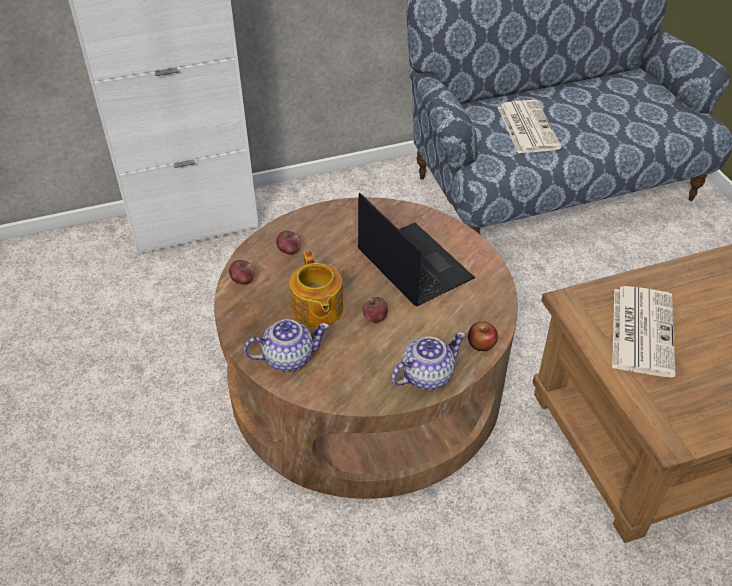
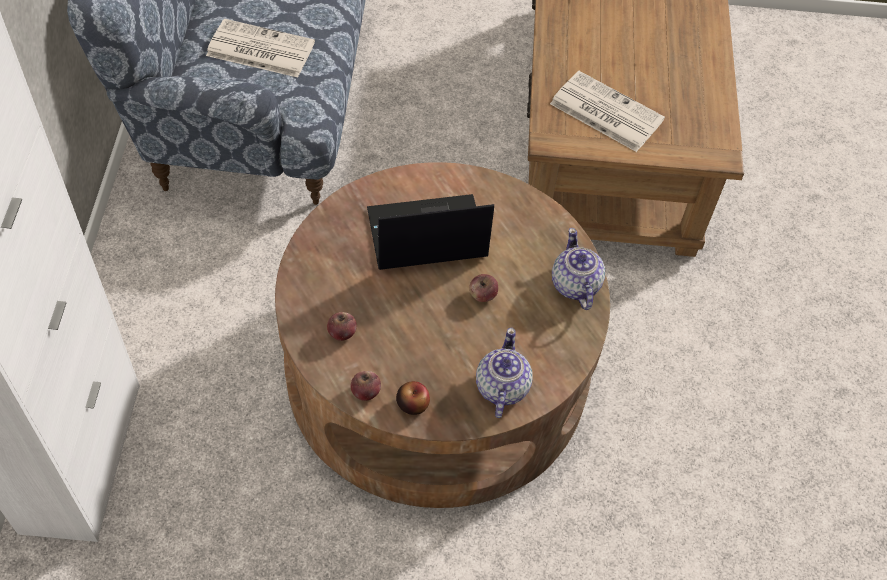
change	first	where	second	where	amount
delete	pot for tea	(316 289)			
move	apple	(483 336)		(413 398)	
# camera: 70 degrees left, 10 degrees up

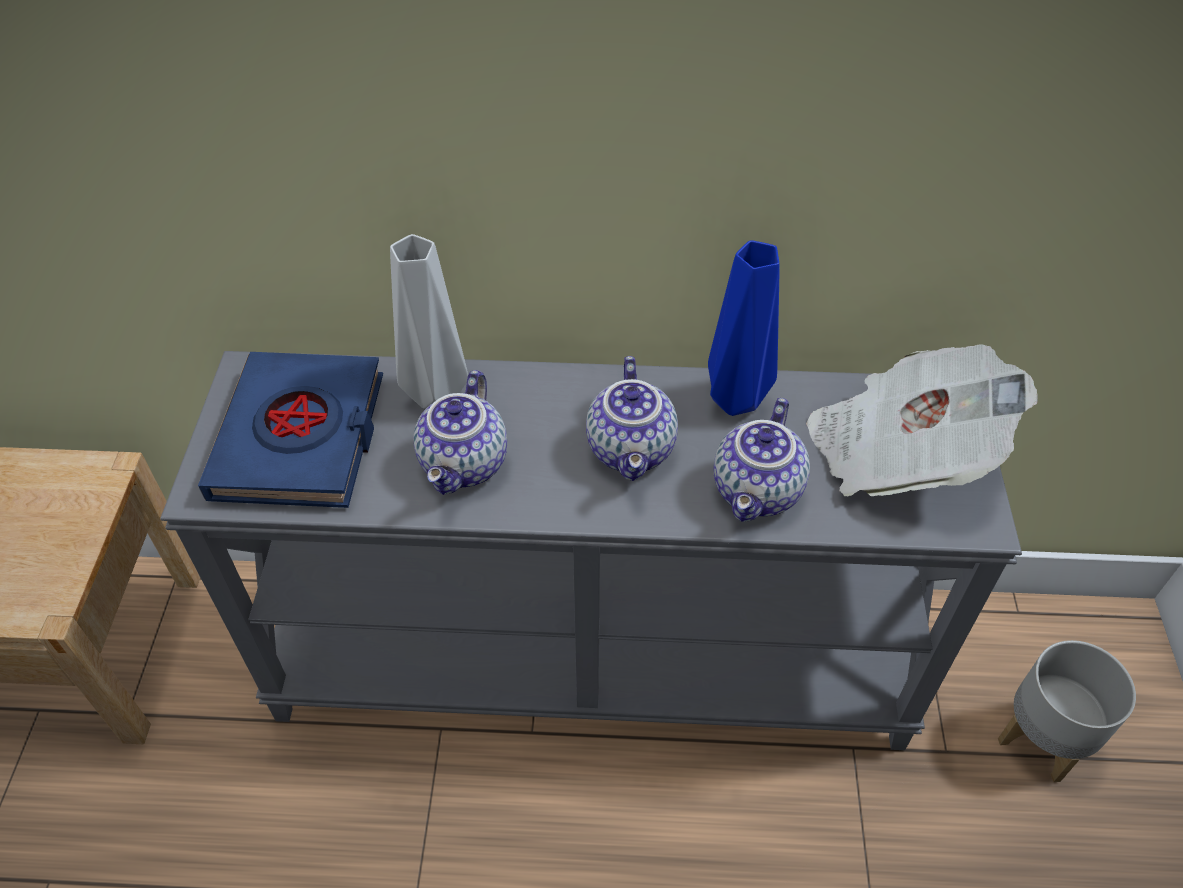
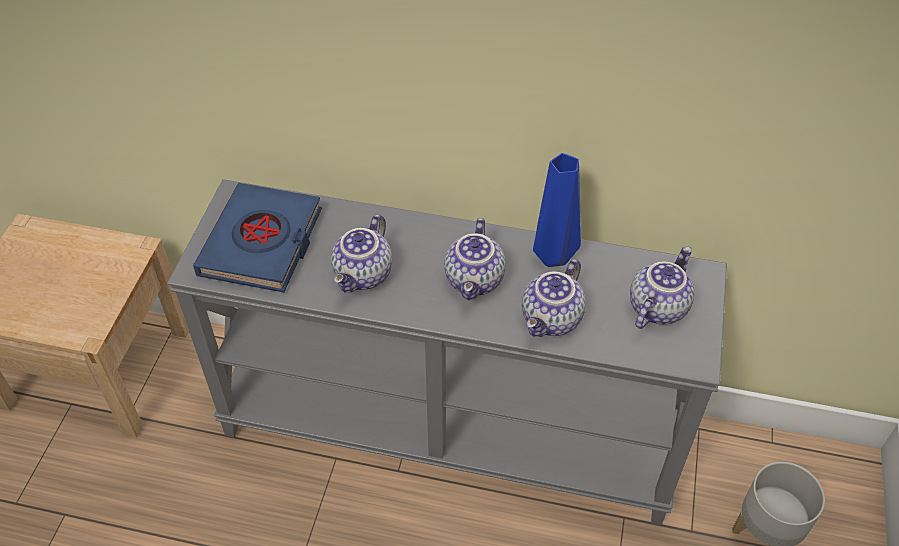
change	first	where	second	where	amount
delete	greyish flower vase	(429 321)			
replace	newspaper	(922 420)	pot for tea	(662 287)	
# camera: 10 degrees right, 0 degrees up

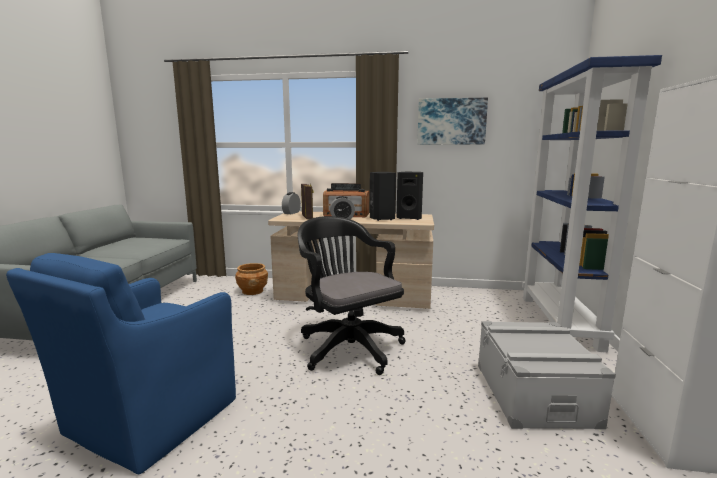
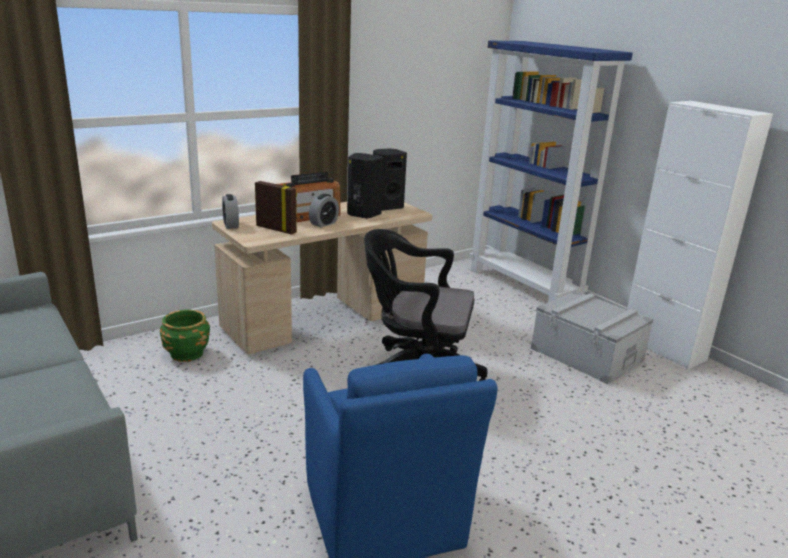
change	first	where	second	where	amount
delete	wall art	(452 121)			
recolor	brown-coloured plant pot	(251 279)	greenish plant pot	(185 336)	
# camera: 45 degrees left, 10 degrees up

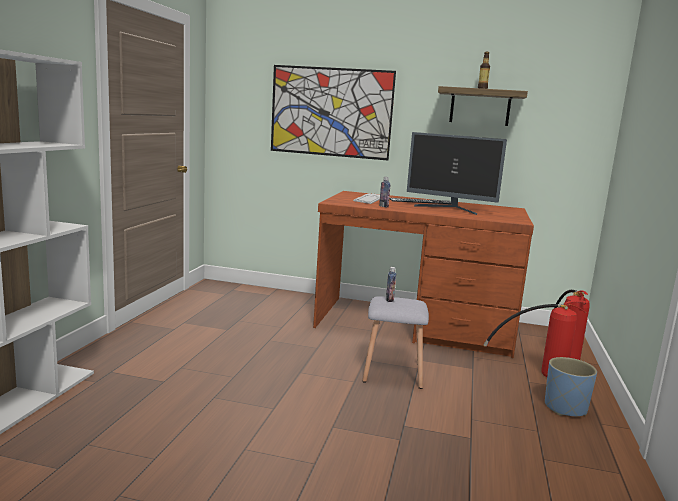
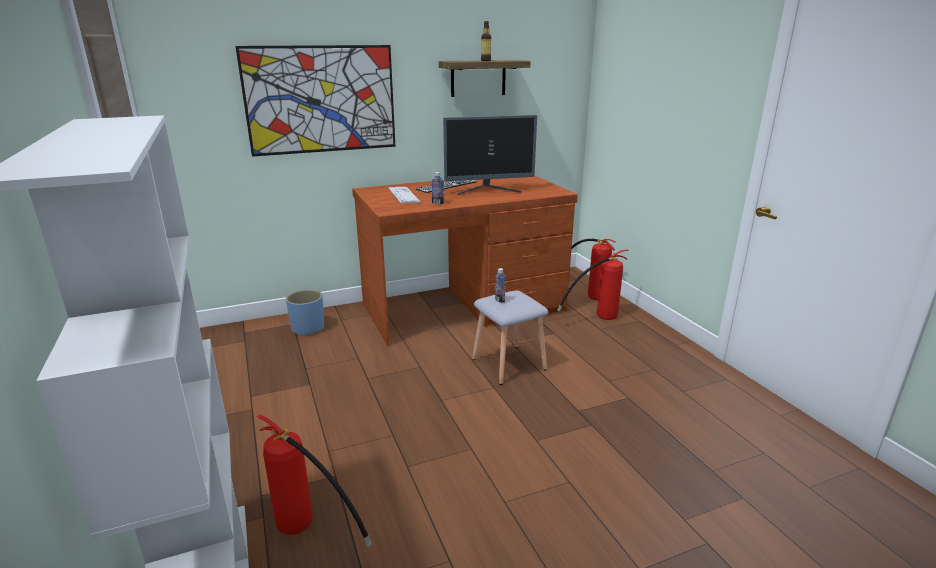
change	first	where	second	where	amount
insert			extinguisher	(314 481)	
move	bluish plant pot	(571 386)		(305 312)	
# camera: 35 degrees left, 10 degrees up

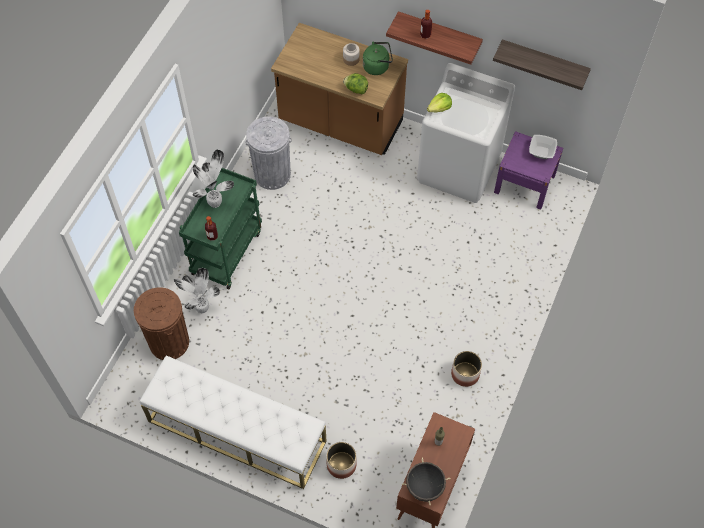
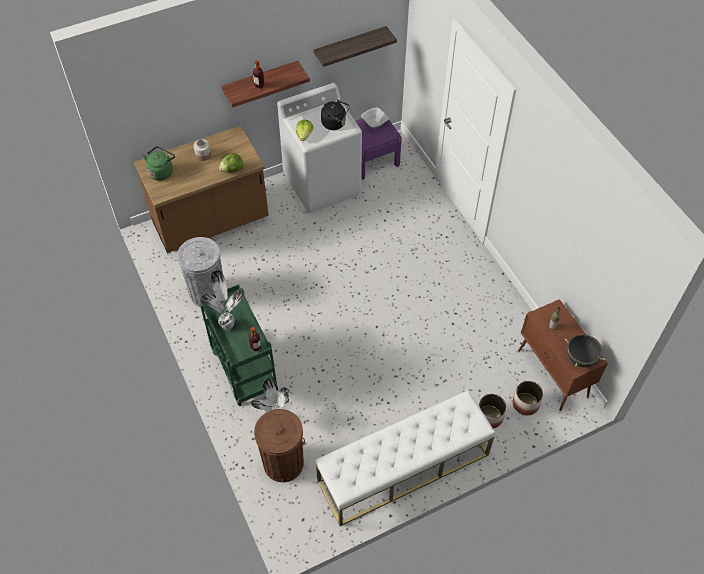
change	first	where	second	where	amount
insert			black kettle	(335 115)	
move	greenish kettle	(378 58)		(159 163)	
move	plant pot	(466 369)		(527 398)	
# camera: 50 degrees left, 5 degrees down

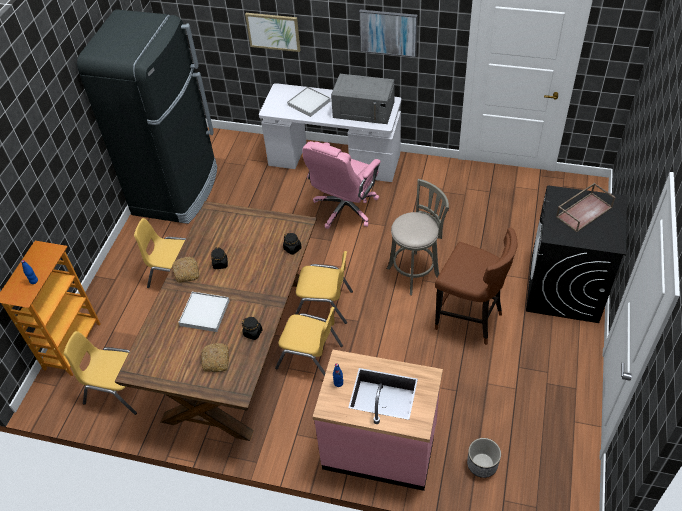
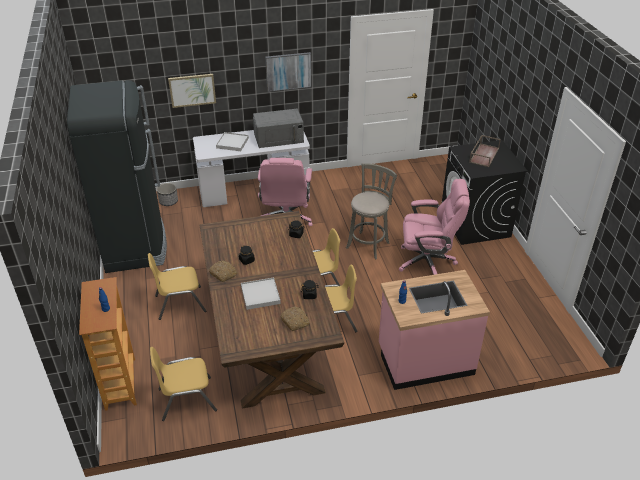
change	first	where	second	where	amount
move	plant pot	(484 458)		(167 194)	
replace	brown-coloured sitting stool	(476 286)	pinkish computer chair	(434 227)	
# camera: 30 degrees left, 10 degrees down

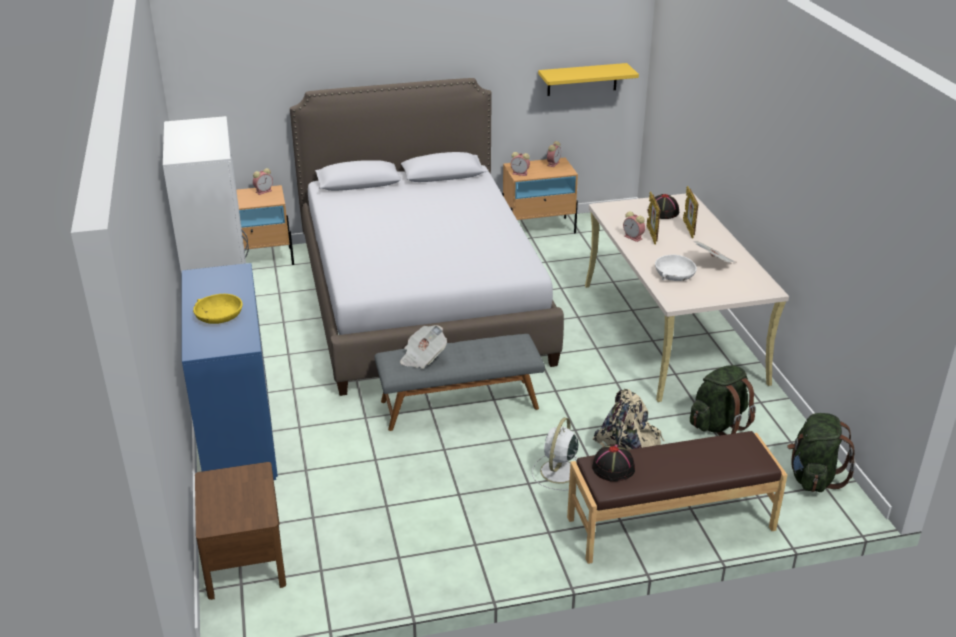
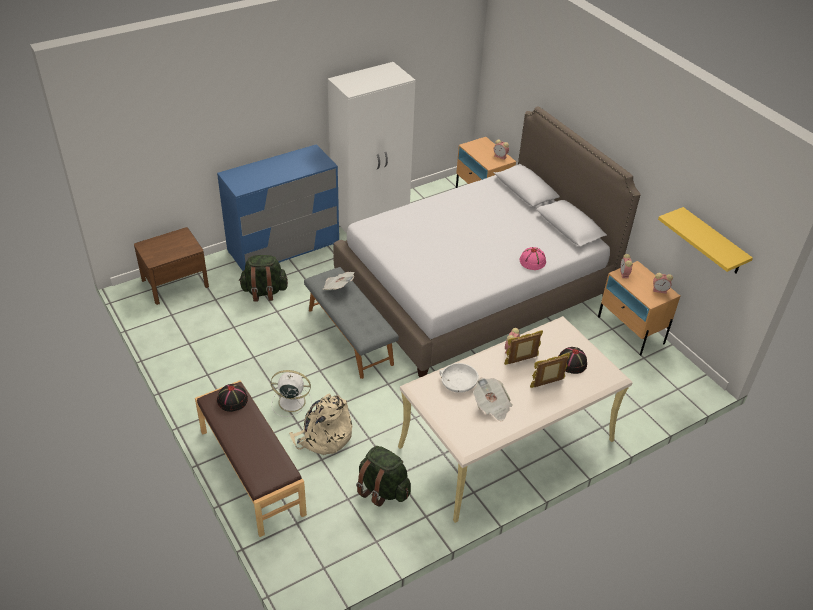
change	first	where	second	where	amount
delete	yellow-coloured serving bowl	(218 309)			
insert			pinkish hat	(533 258)	
move	greenish rucksack	(821 452)		(263 278)	
# camera: 70 degrees right, 10 degrees up

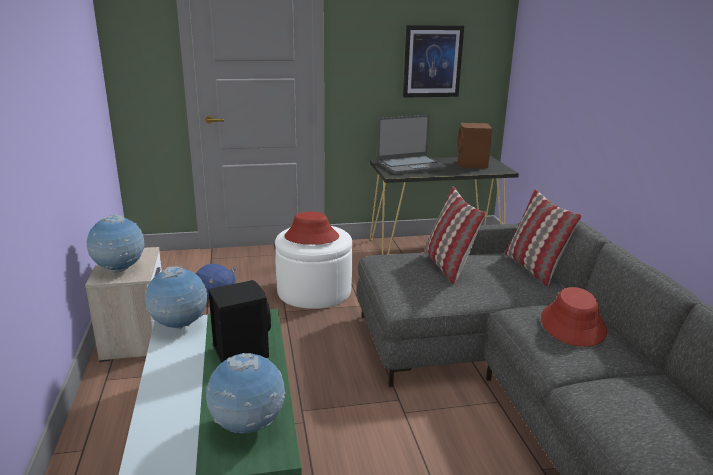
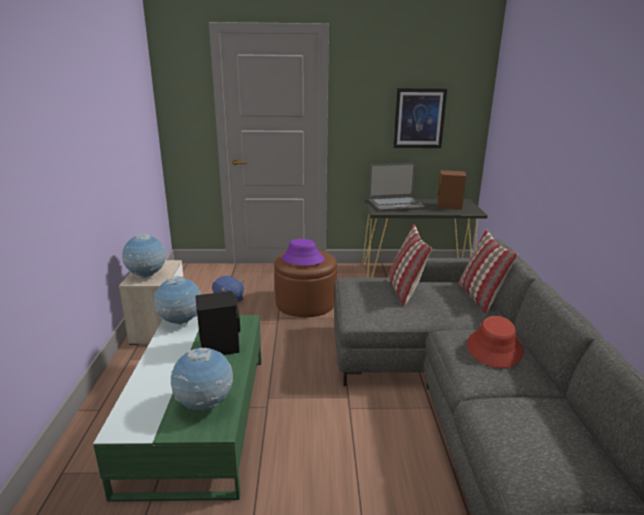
change	first	where	second	where	amount
recolor	white-coloured ottoman	(313 267)	brown-coloured ottoman	(305 283)	
recolor	red hat	(311 228)	purplish hat	(303 252)	
# camera: 10 degrees right, 0 degrees up

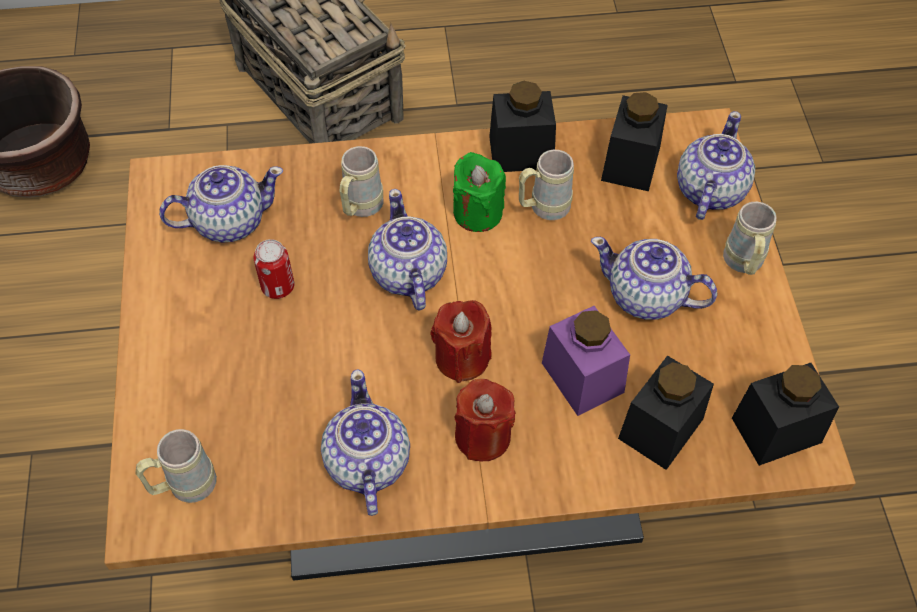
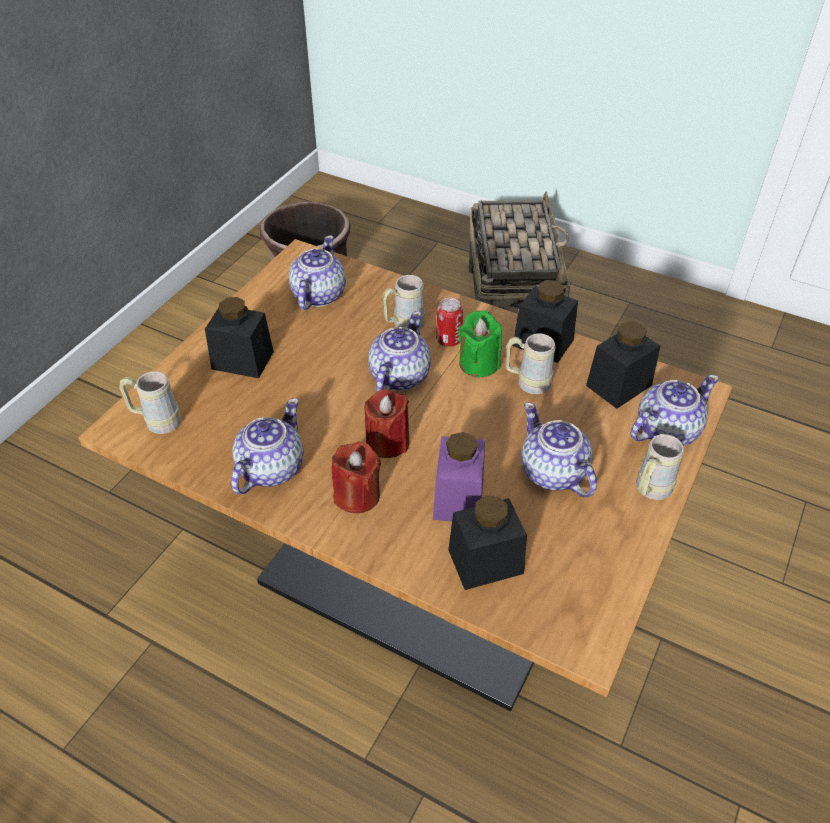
change	first	where	second	where	amount
move	metal can	(274 269)		(449 322)	
move	black jar	(785 414)		(239 337)	
rotate	pot for tea	(221 204)		(317 272)	90 degrees counterclockwise
# camera: 35 degrees right, 10 degrees down

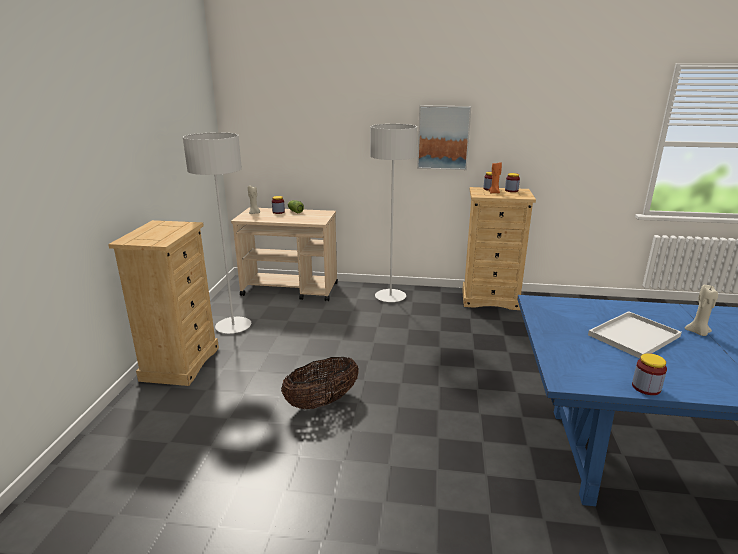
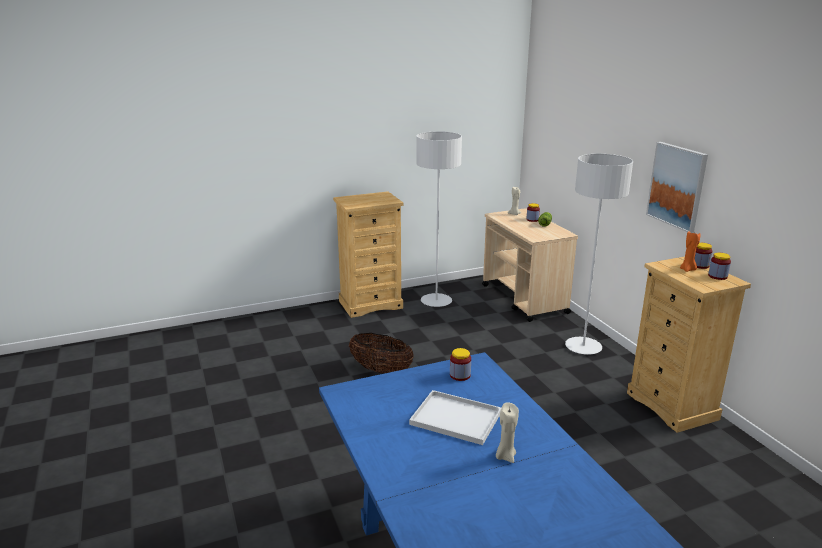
change	first	where	second	where	amount
move	jar	(649 374)		(460 364)	
# camera: 60 degrees right, 0 degrees up

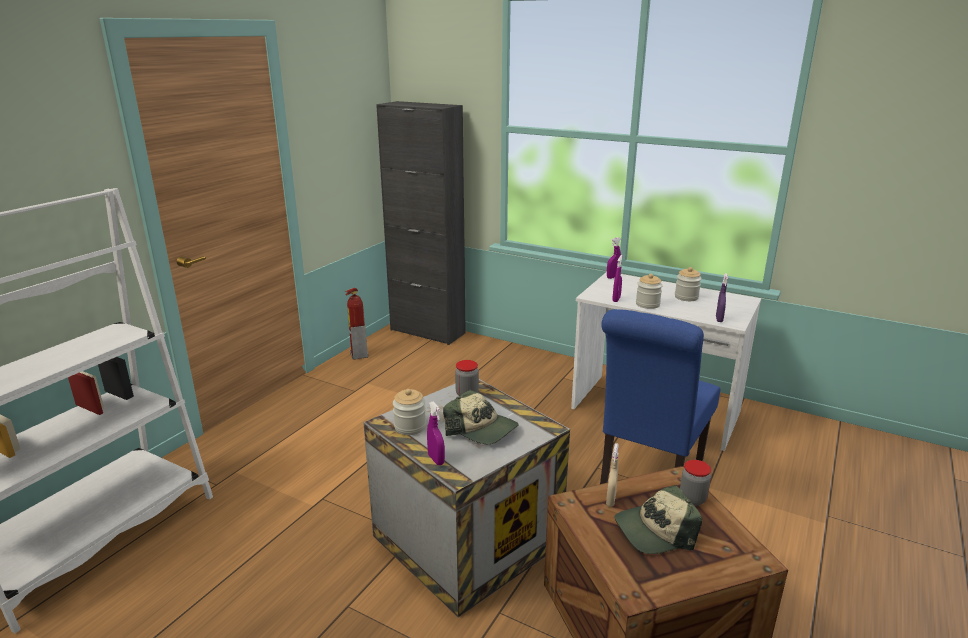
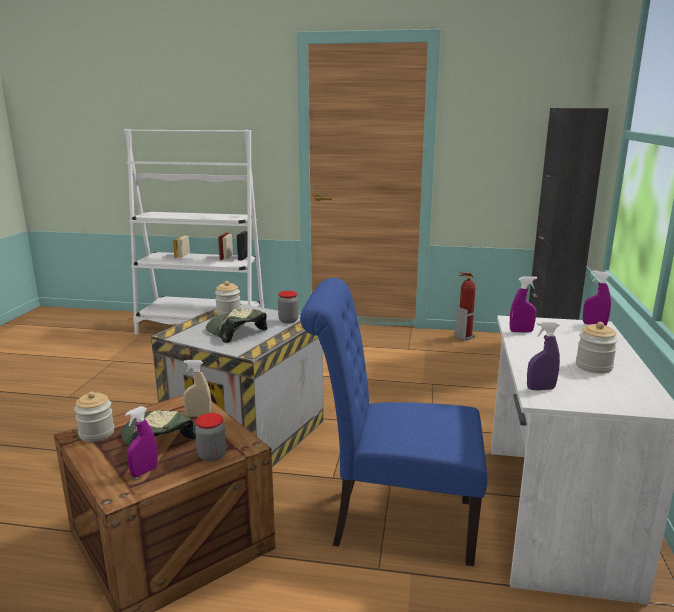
change	first	where	second	where	amount
move	purplish sprayer	(436 433)		(141 441)	
move	jar	(649 291)		(94 417)	
rotate	baseball cap	(481 417)		(237 326)	120 degrees clockwise
# camera: 70 degrees right, 5 degrees down

